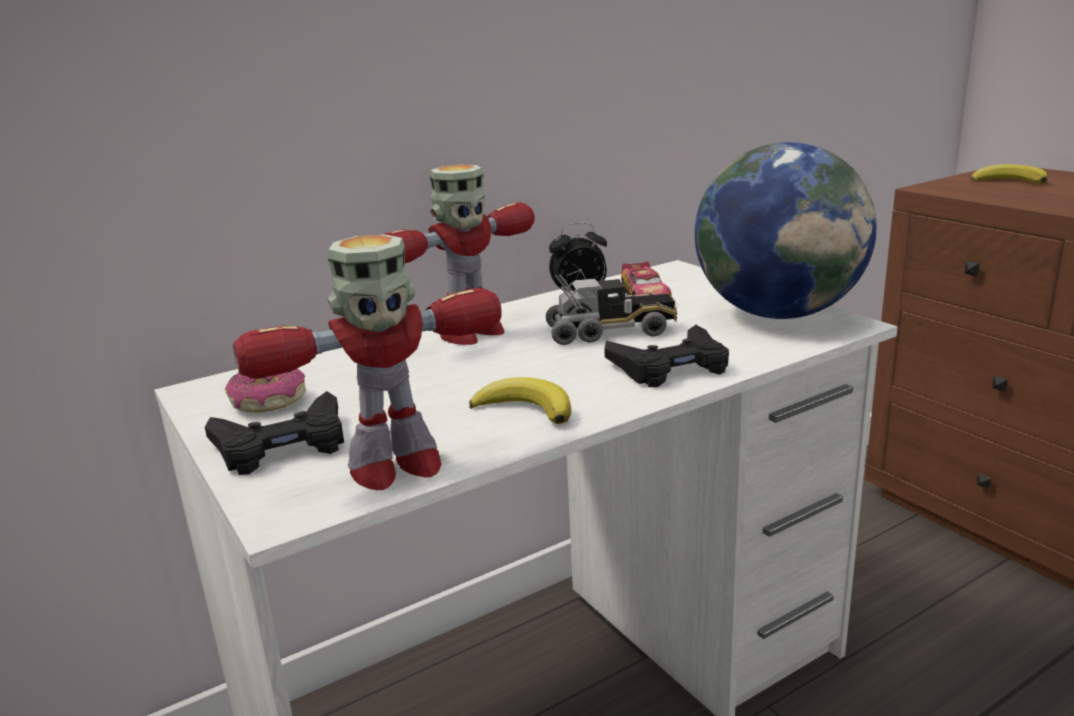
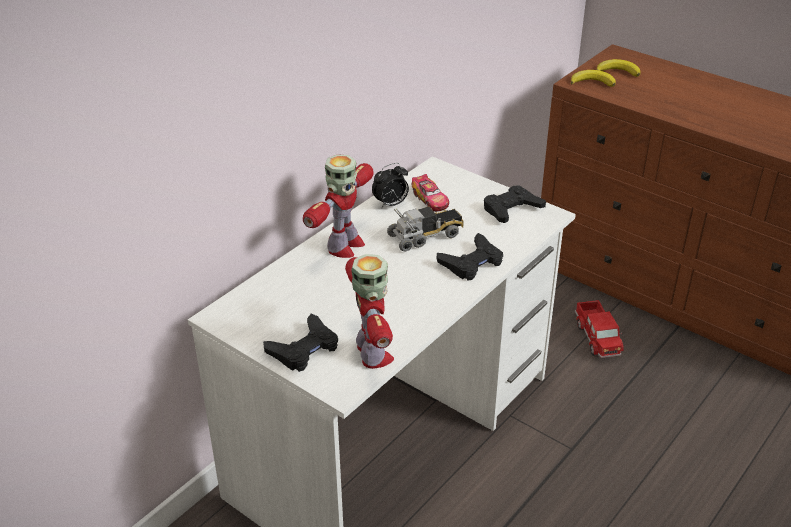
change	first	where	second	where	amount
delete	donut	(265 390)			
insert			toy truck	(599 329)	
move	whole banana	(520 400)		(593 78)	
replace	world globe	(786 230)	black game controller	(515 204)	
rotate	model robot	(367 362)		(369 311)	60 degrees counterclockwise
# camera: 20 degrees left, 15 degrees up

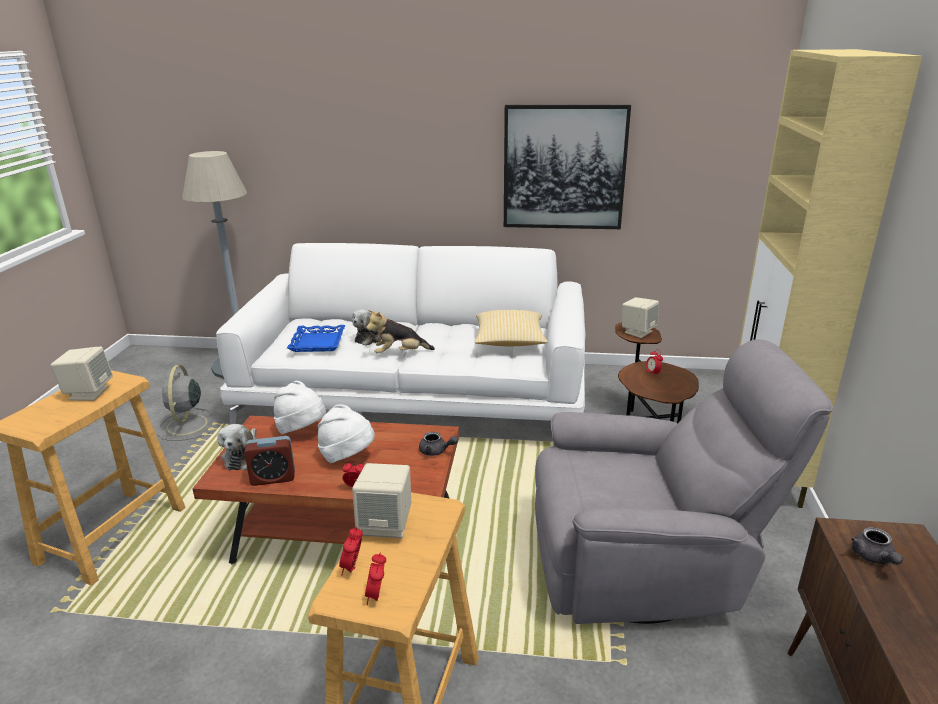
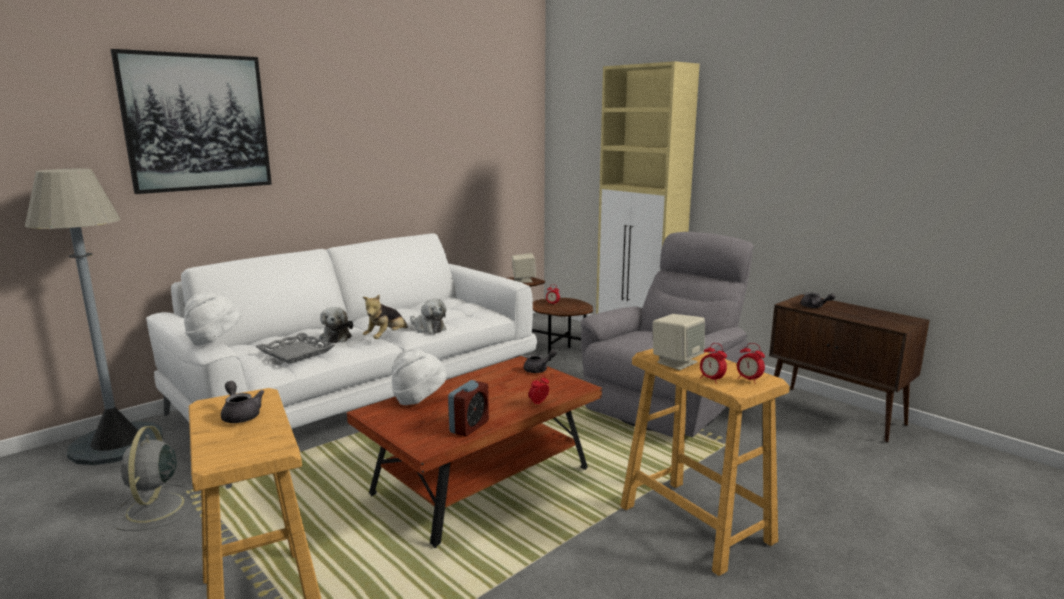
change	first	where	second	where	amount
delete	cushion	(511 328)			
move	plush toy	(237 447)		(428 316)	
move	white-coloured hat	(346 433)		(212 319)	
move	wall art	(567 167)		(191 121)	
replace	sand-coloured audio speaker	(82 374)	greyish pot for tea	(243 402)	
recolor	bluish tray	(316 338)	greyish tray	(295 348)	
rotate	greyish fan	(186 403)		(153 478)	45 degrees clockwise
# camera: 50 degrees left, 10 degrees down

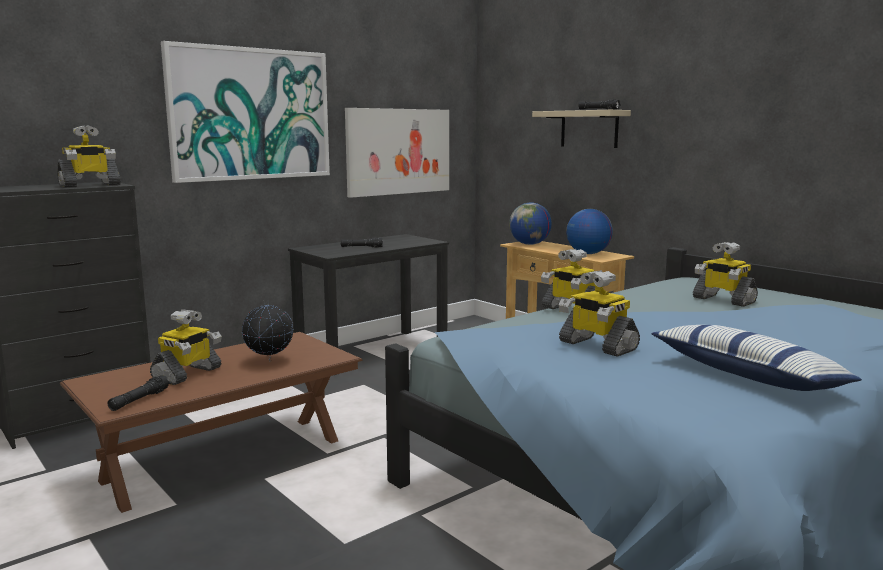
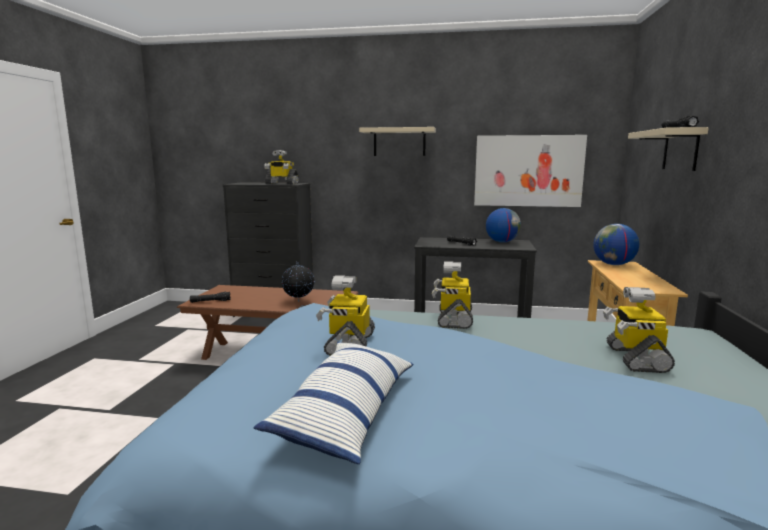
change	first	where	second	where	amount
delete	model robot	(186 347)			
move	world globe	(589 231)		(503 225)	
replace	wall art	(245 112)	sand-coloured wall shelf	(397 141)	
# camera: 50 degrees right, 0 degrees up

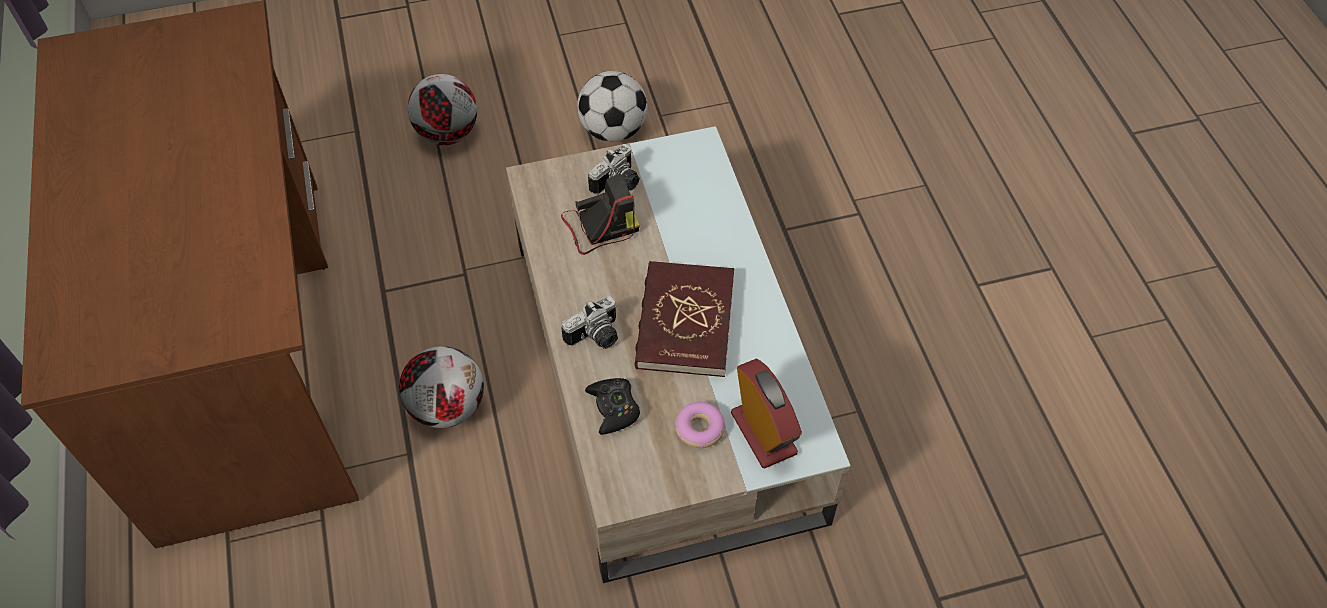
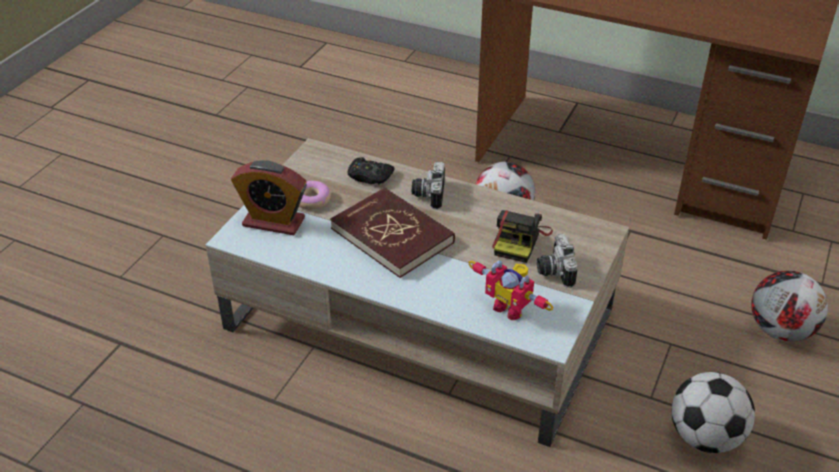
change	first	where	second	where	amount
insert			model robot	(510 290)	
# camera: 130 degrees right, 15 degrees down

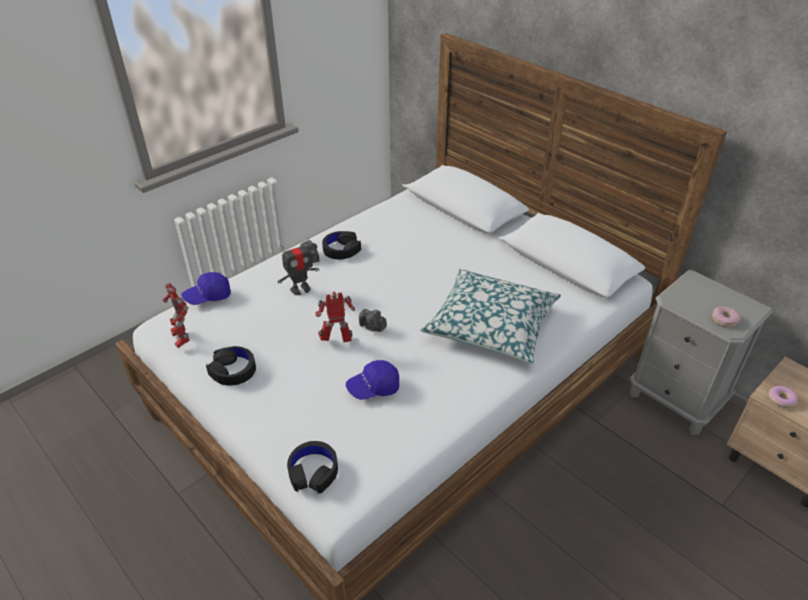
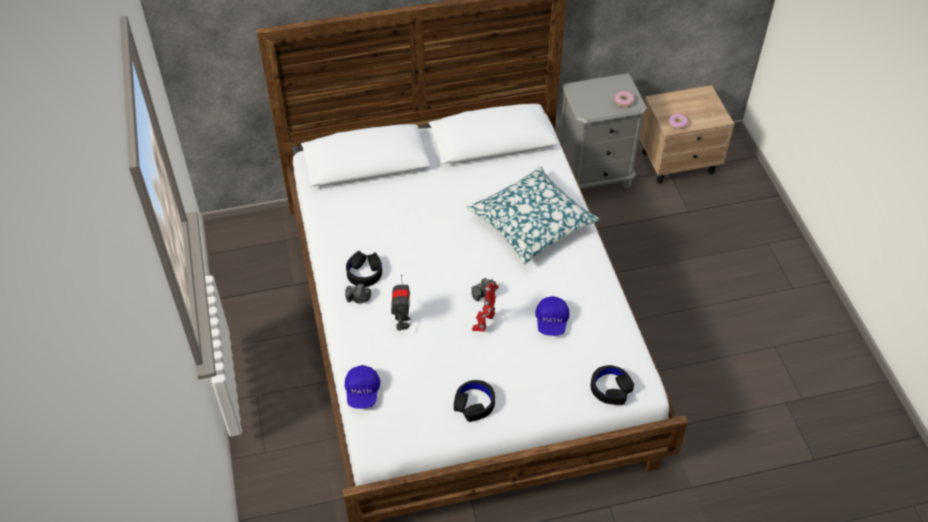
change	first	where	second	where	amount
delete	model robot	(176 315)			
# camera: 60 degrees left, 10 degrees up

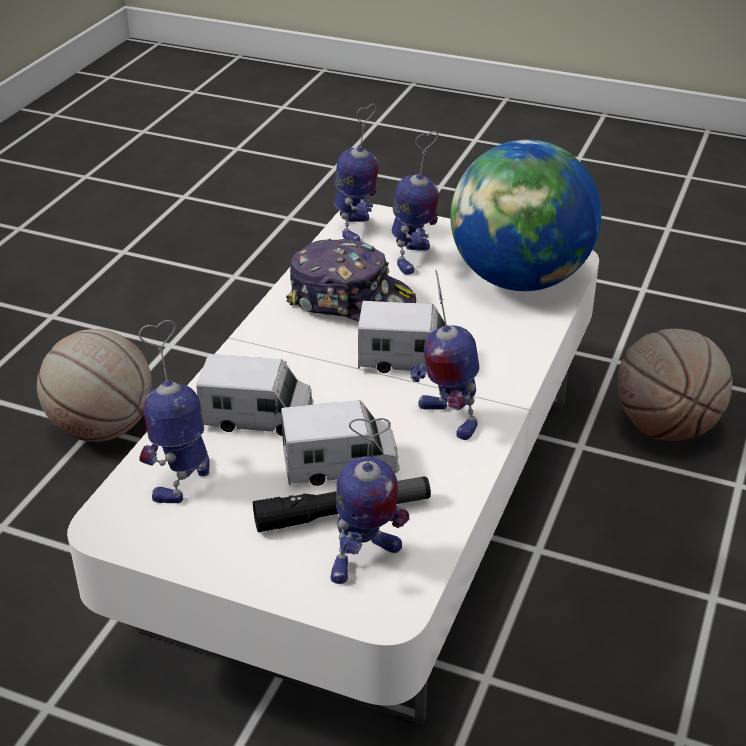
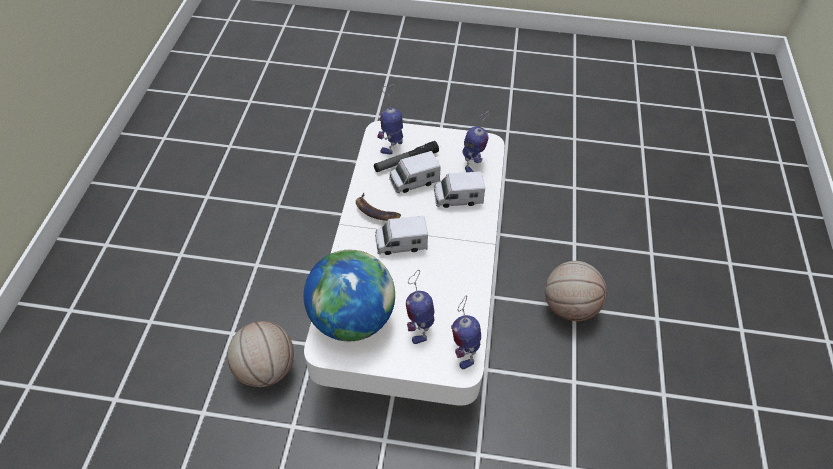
change	first	where	second	where	amount
delete	baseball cap	(351 280)			
replace	model robot	(444 355)	whole banana	(378 207)	
# camera: 165 degrees right, 15 degrees up

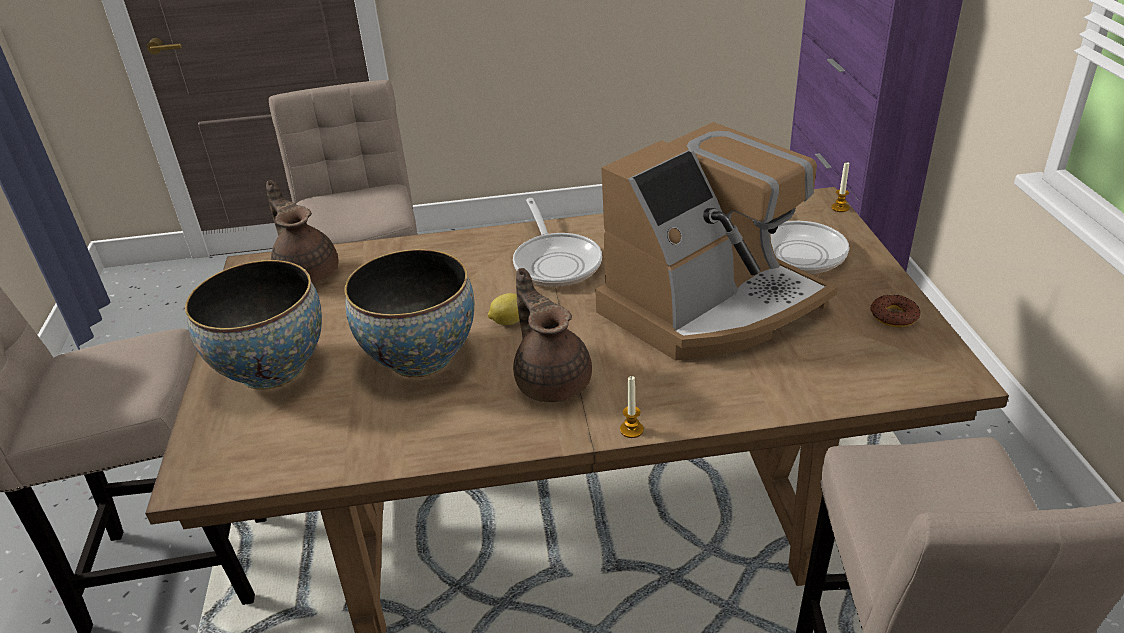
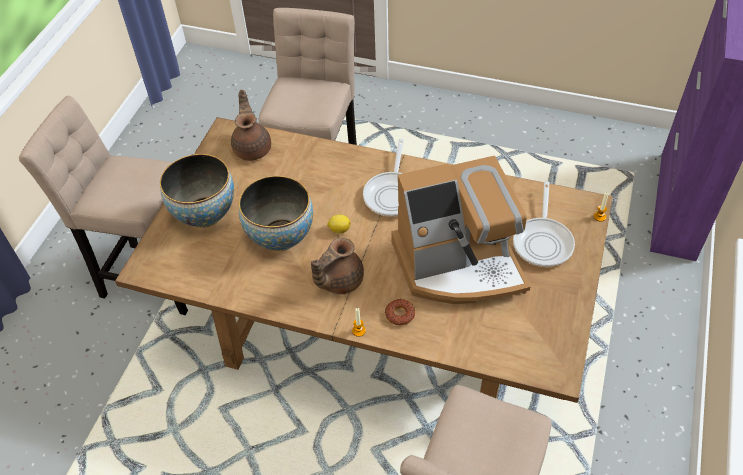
change	first	where	second	where	amount
move	donut	(896 311)		(400 312)	
rotate	brown-coloured pot for tea	(552 335)		(337 266)	135 degrees counterclockwise
# camera: 25 degrees right, 15 degrees up

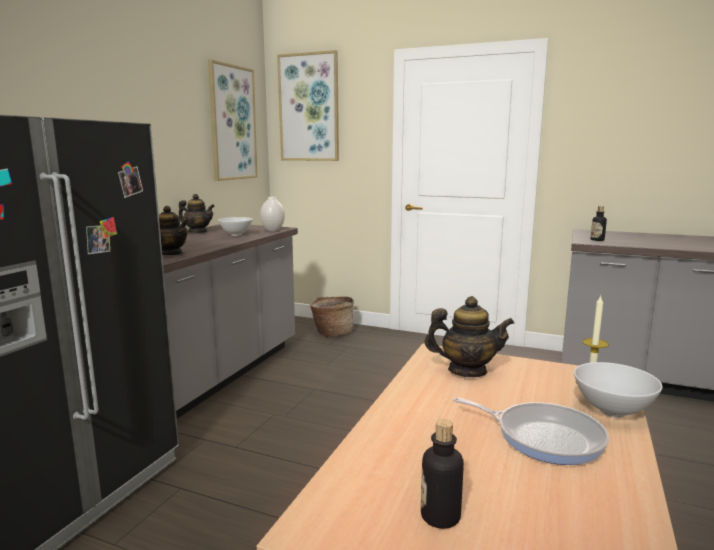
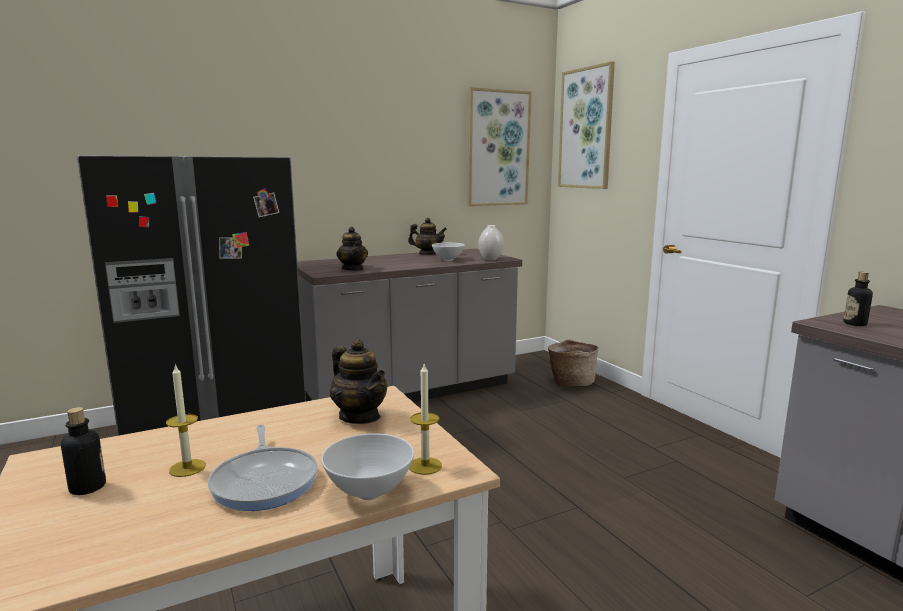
change	first	where	second	where	amount
insert			wax candle	(186 420)	
rotate	pot for tea	(196 213)		(427 236)	45 degrees counterclockwise
# camera: 40 degrees right, 0 degrees up

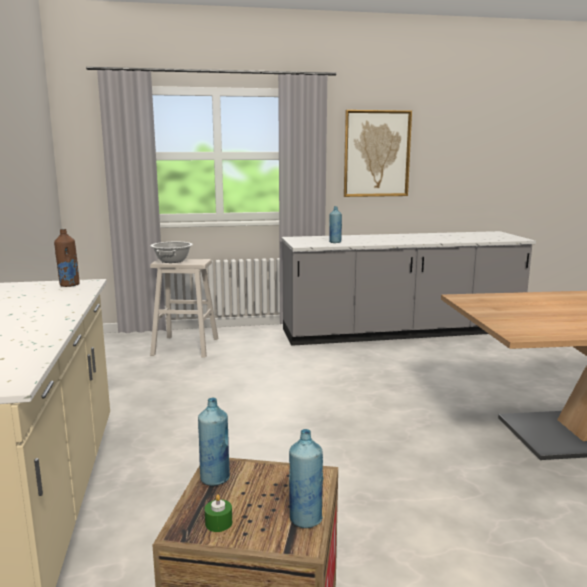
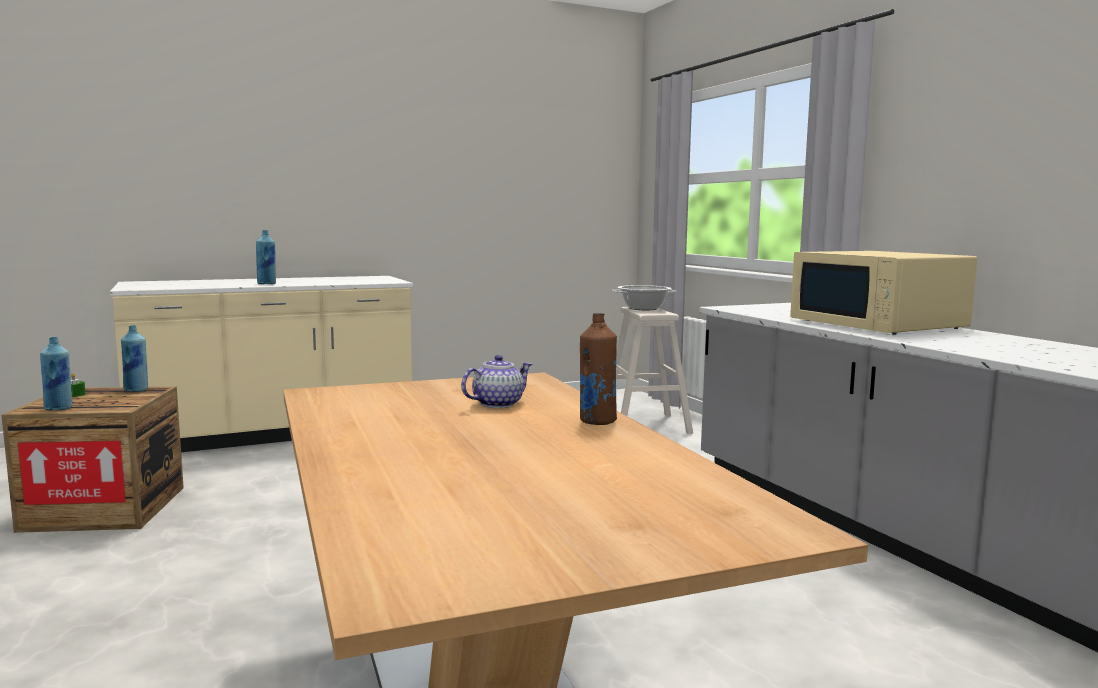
change	first	where	second	where	amount
delete	wall art	(378 153)			
insert			pot for tea	(496 381)	
insert			sand-coloured kitchen microwave	(883 293)	
move	brown-coloured drink bottle	(67 258)		(598 369)	
move	bluish drink bottle	(335 224)		(266 257)	
# camera: 75 degrees right, 5 degrees down

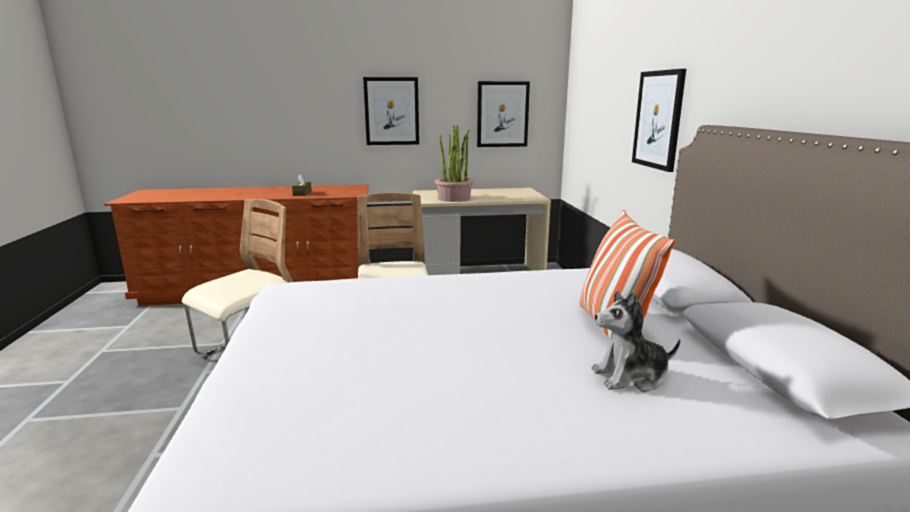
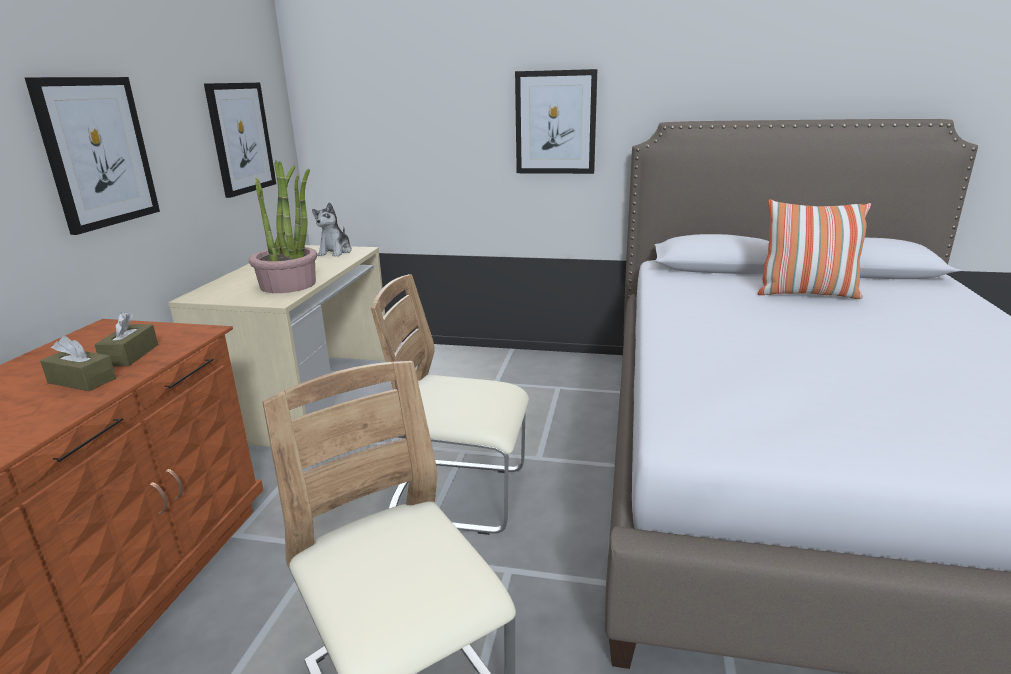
change	first	where	second	where	amount
insert			brown-coloured tissue box	(126 339)	
move	plush toy	(636 341)		(332 229)	
# camera: 70 degrees left, 5 degrees up

